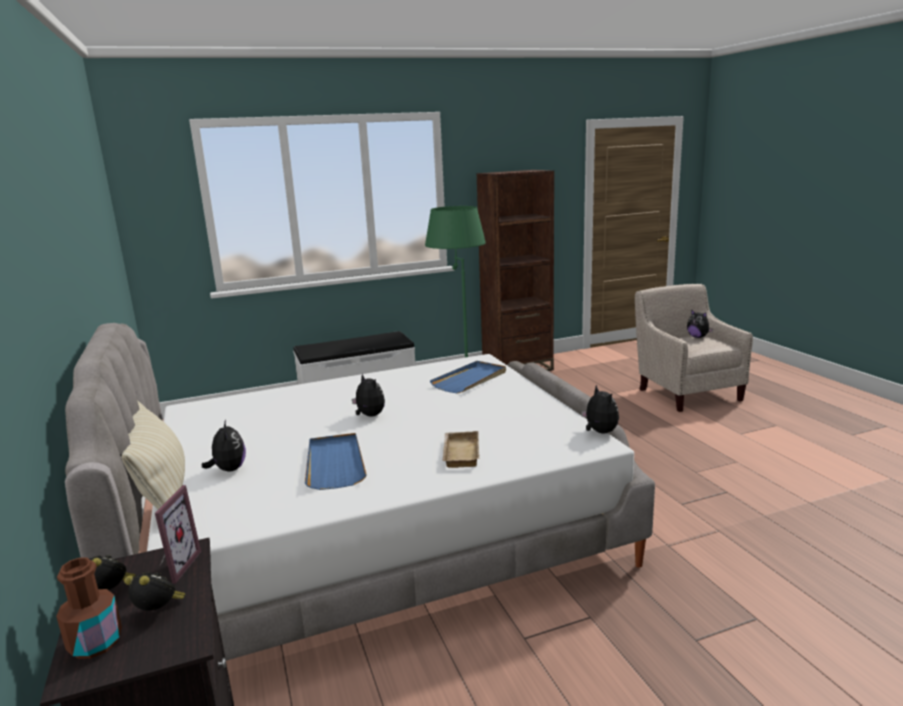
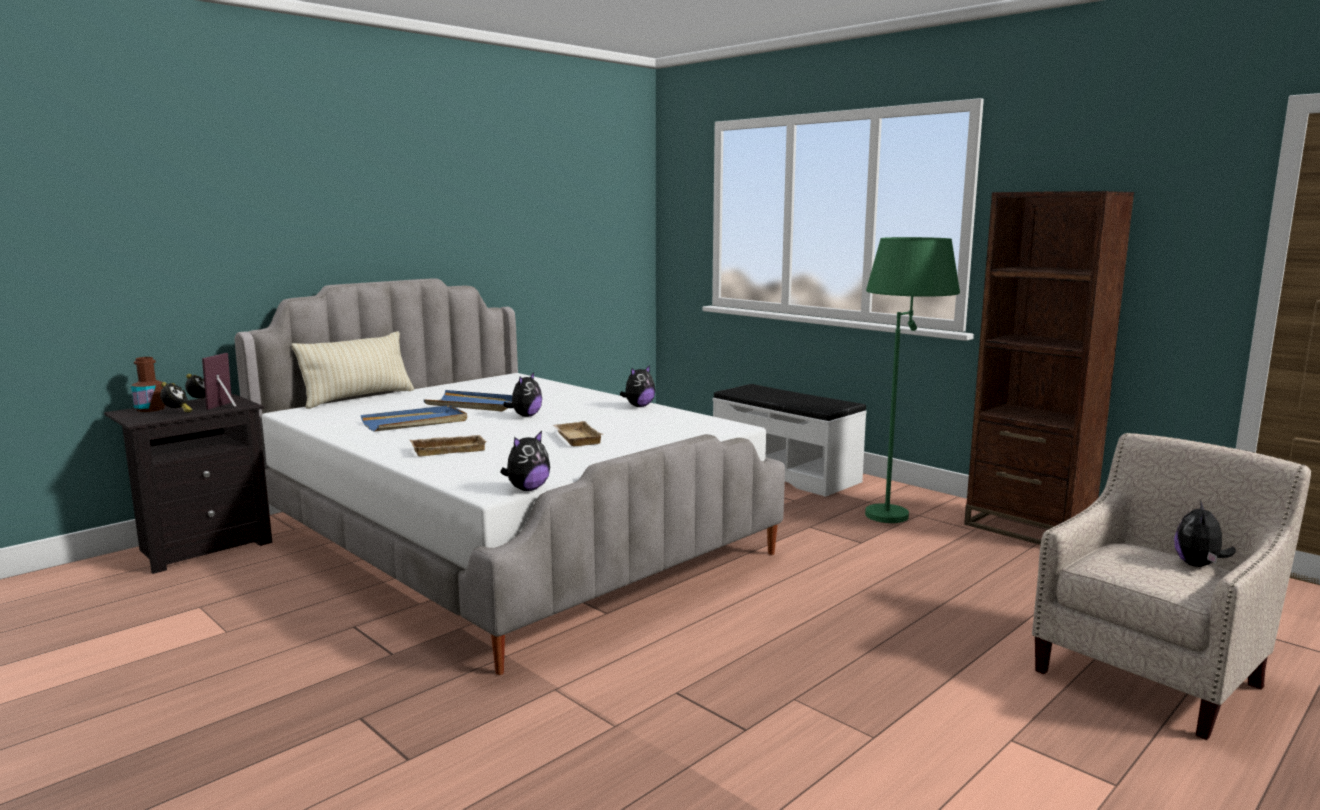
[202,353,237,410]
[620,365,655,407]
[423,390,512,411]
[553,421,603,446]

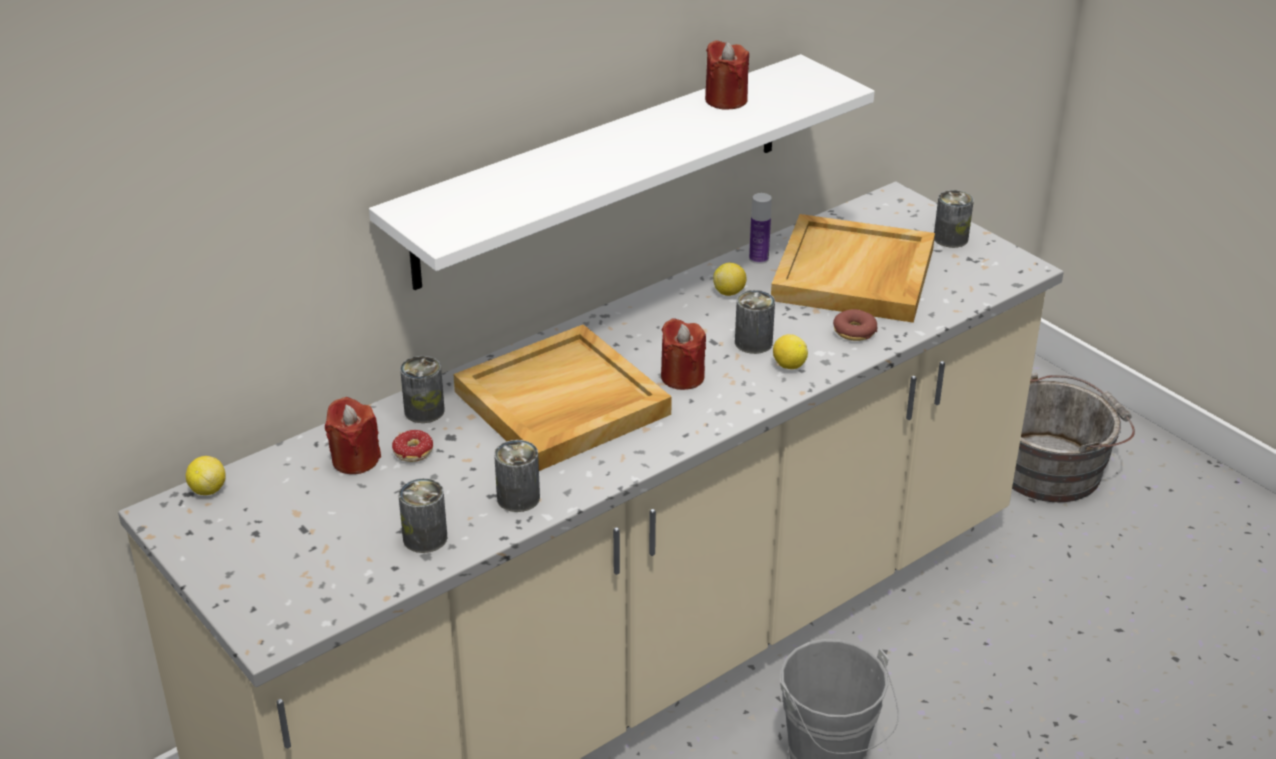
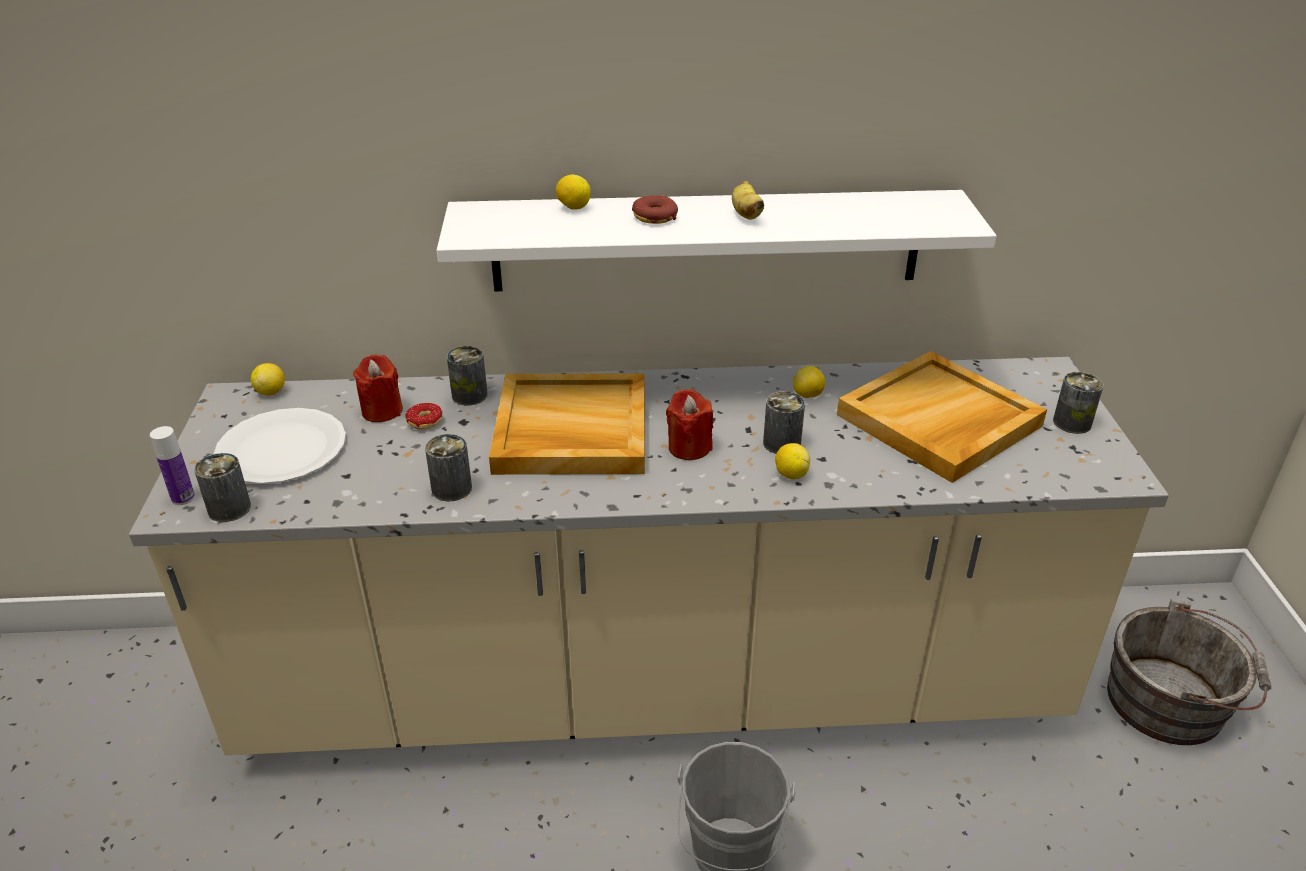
[194,453,251,522]
[705,40,749,110] (first image)
[150,426,195,505]
[632,195,678,224]
[214,408,346,484]
[556,174,591,209]
[732,181,764,220]

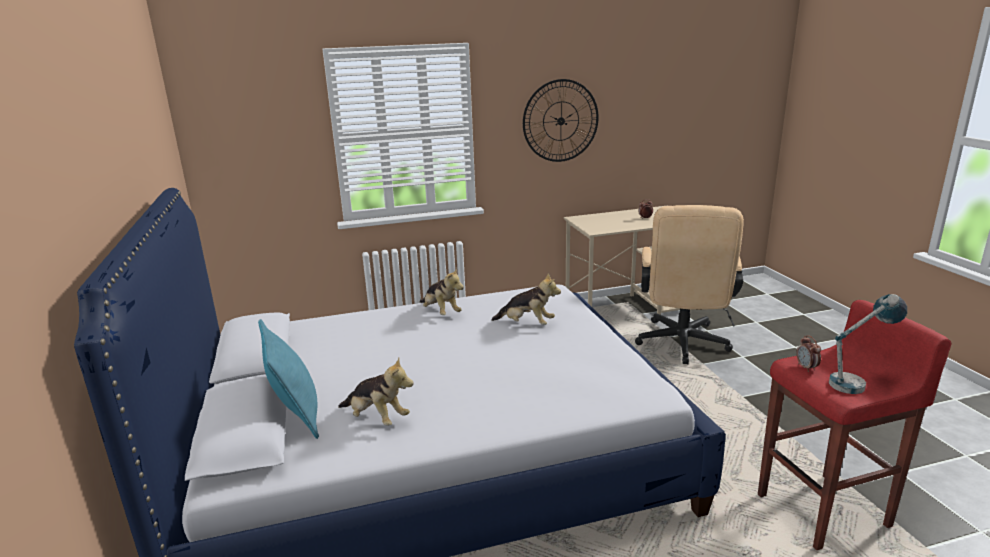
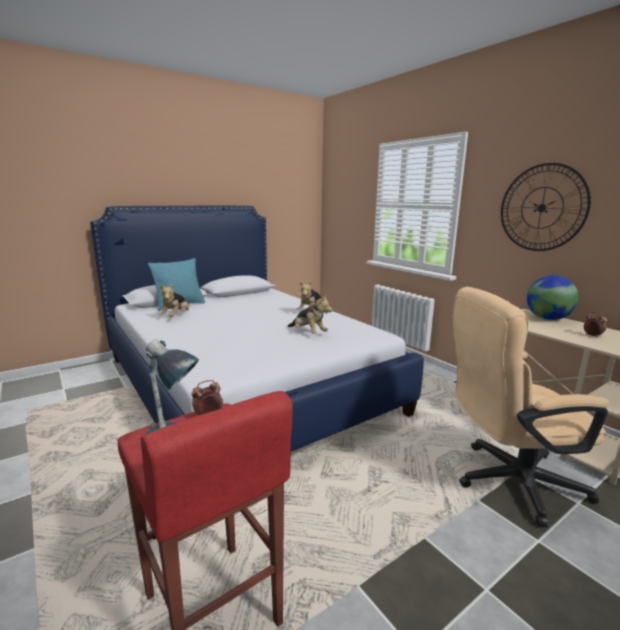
[288,295,332,334]
[527,276,579,320]

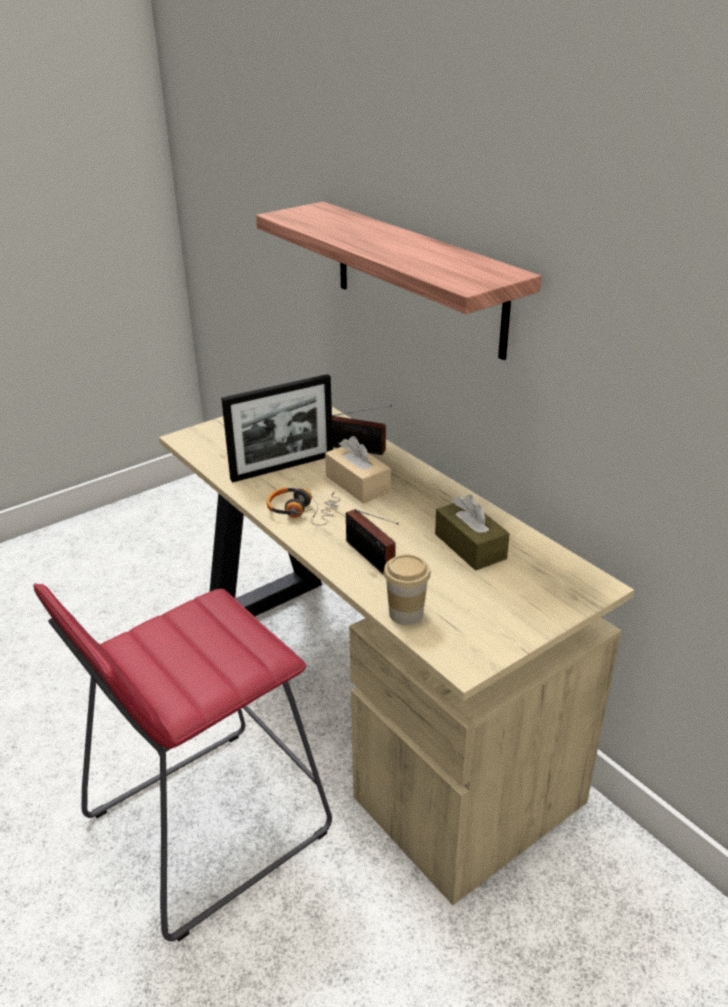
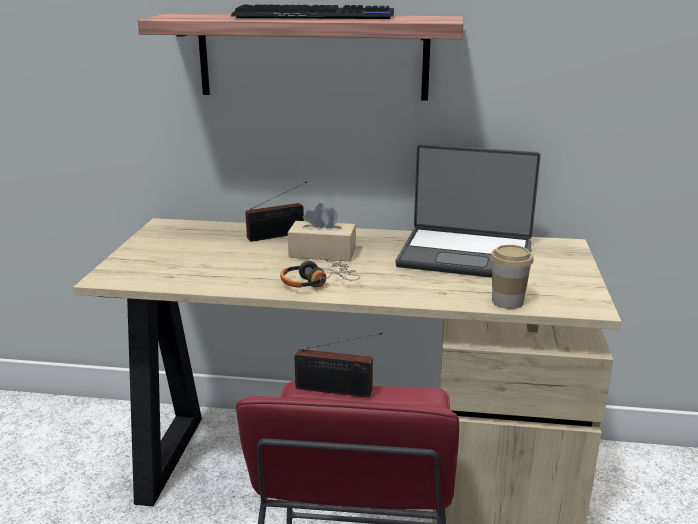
[221,374,333,483] (first image)
[294,333,382,398]
[396,144,541,278]
[231,4,394,19]

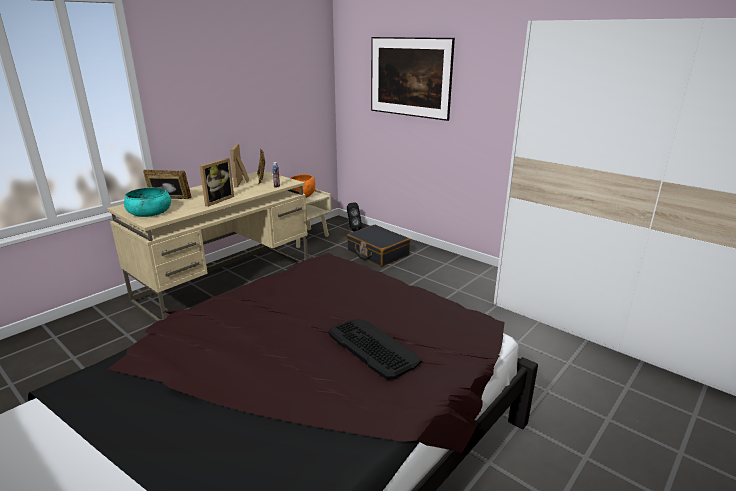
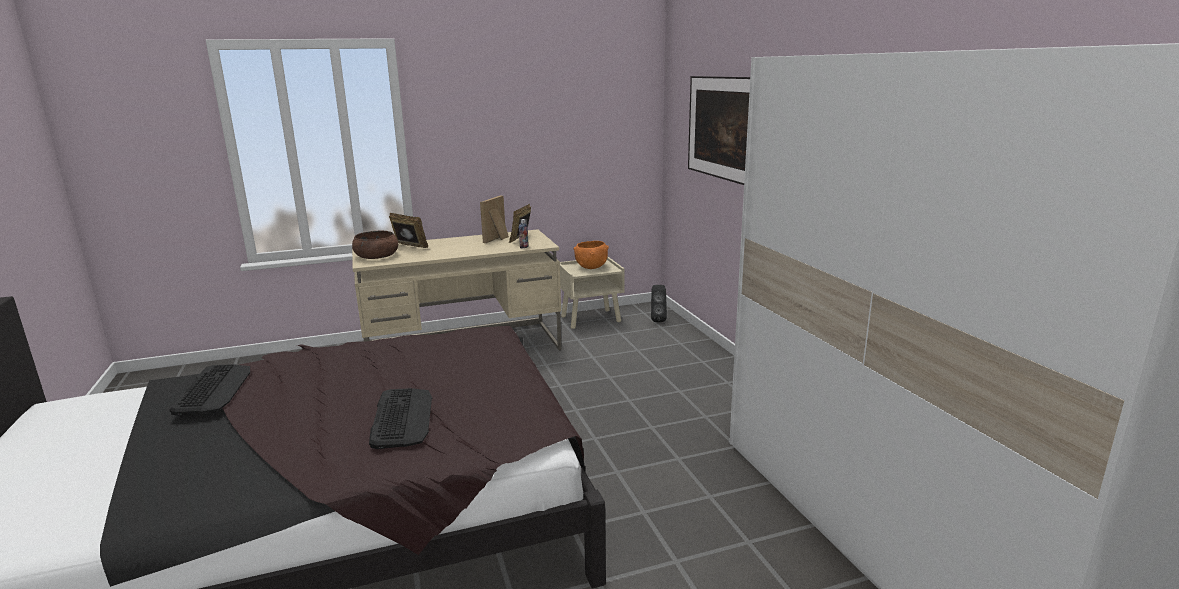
[352,231,398,259]
[199,158,234,207] (first image)
[347,225,410,267] (first image)
[169,364,250,416]

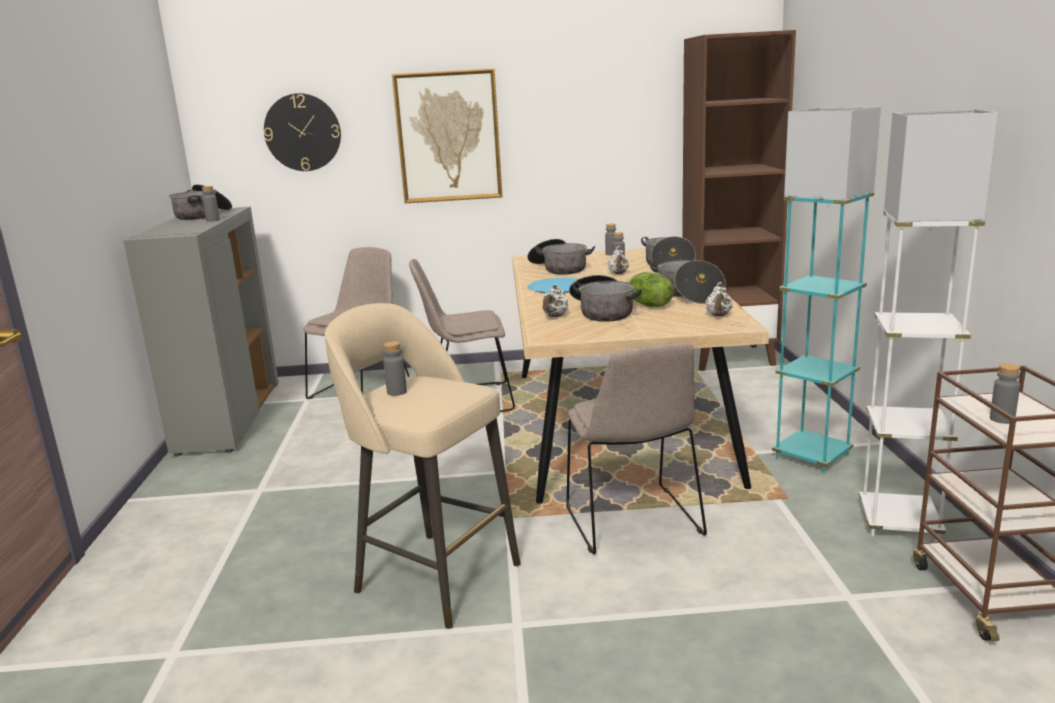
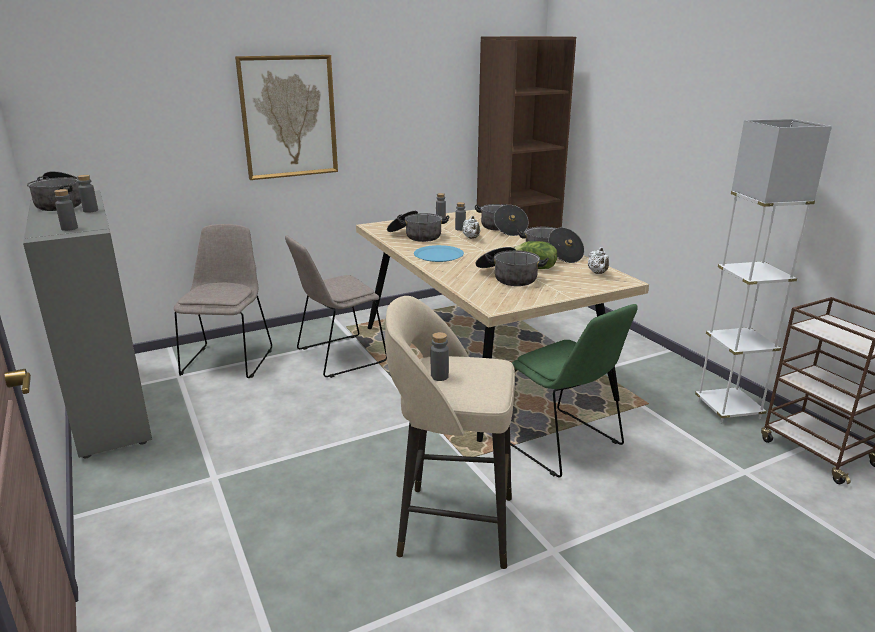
[264,93,341,171] (first image)
[542,284,568,317] (first image)
[510,304,638,478]
[772,106,881,473] (first image)
[54,189,78,231]

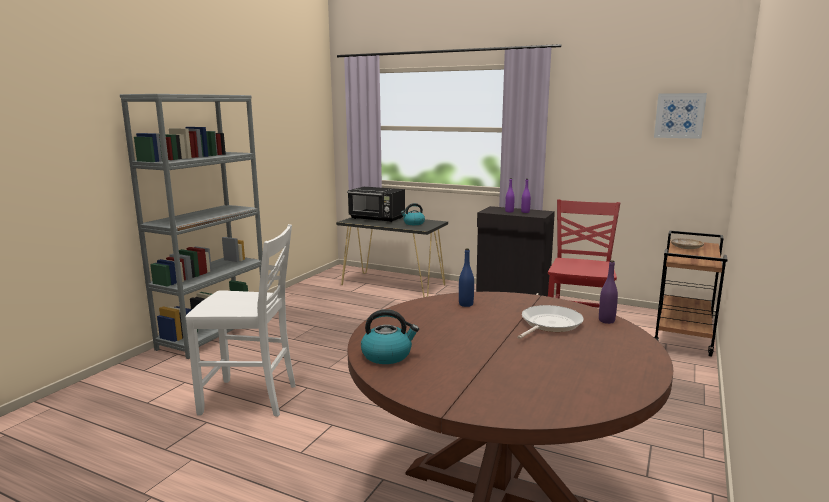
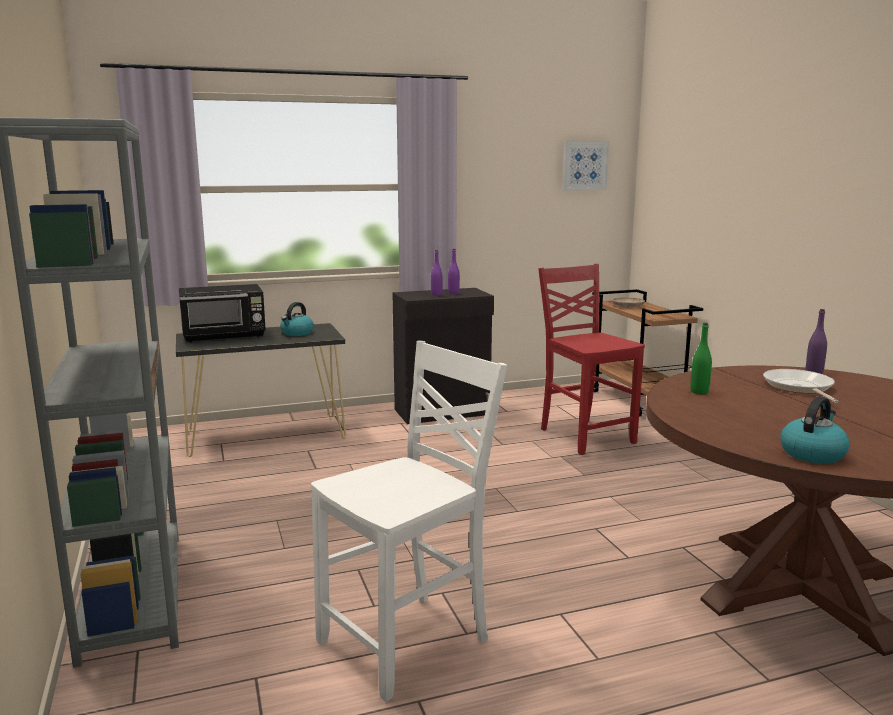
[690,323,712,394]

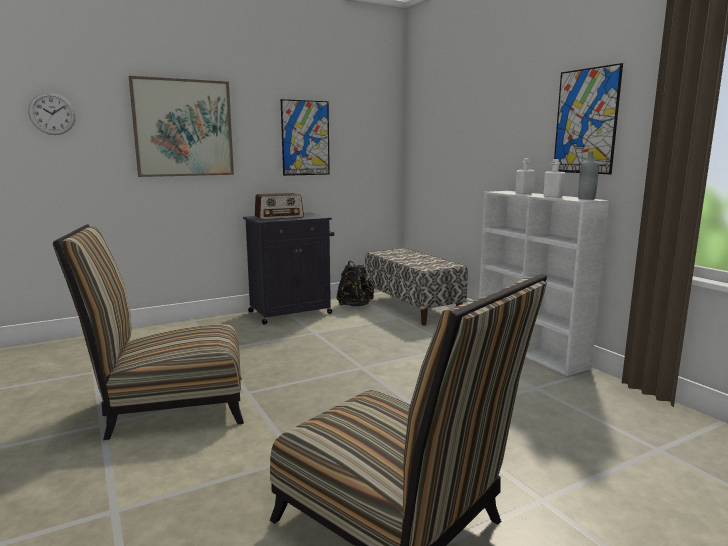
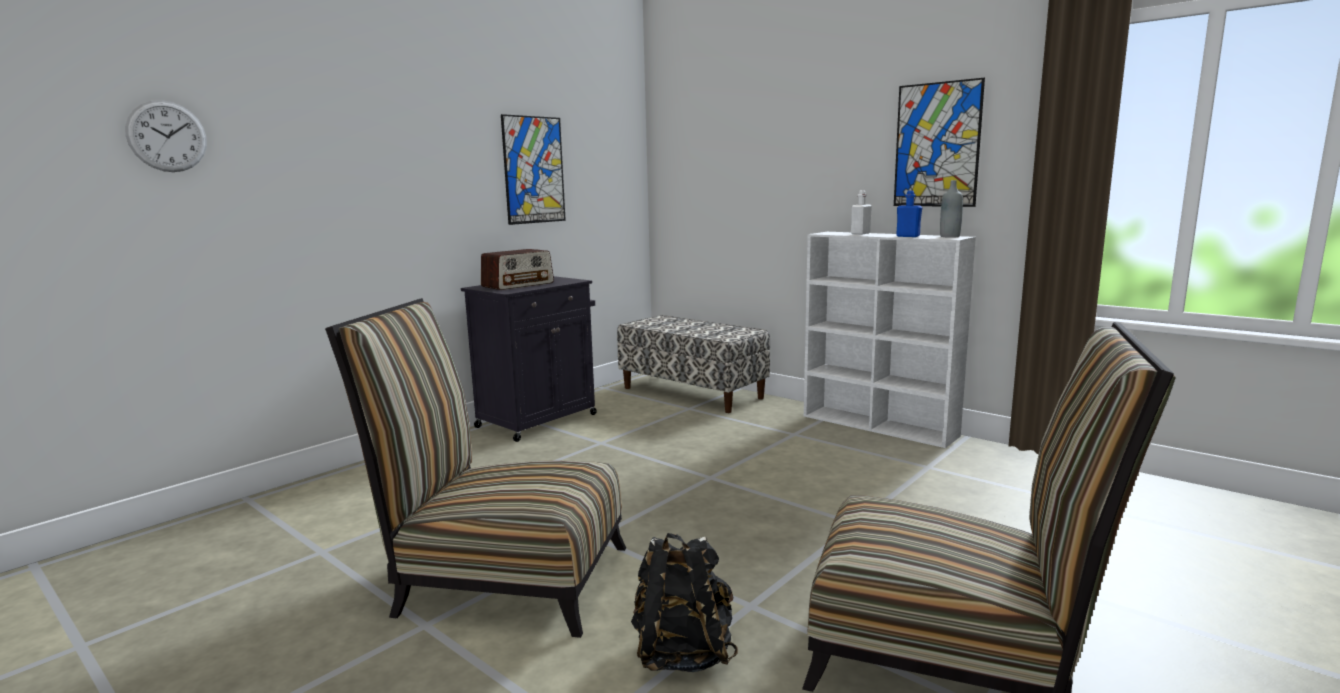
[325,298,626,638]
[129,76,234,177] (first image)
[631,533,738,672]
[896,190,922,237]

